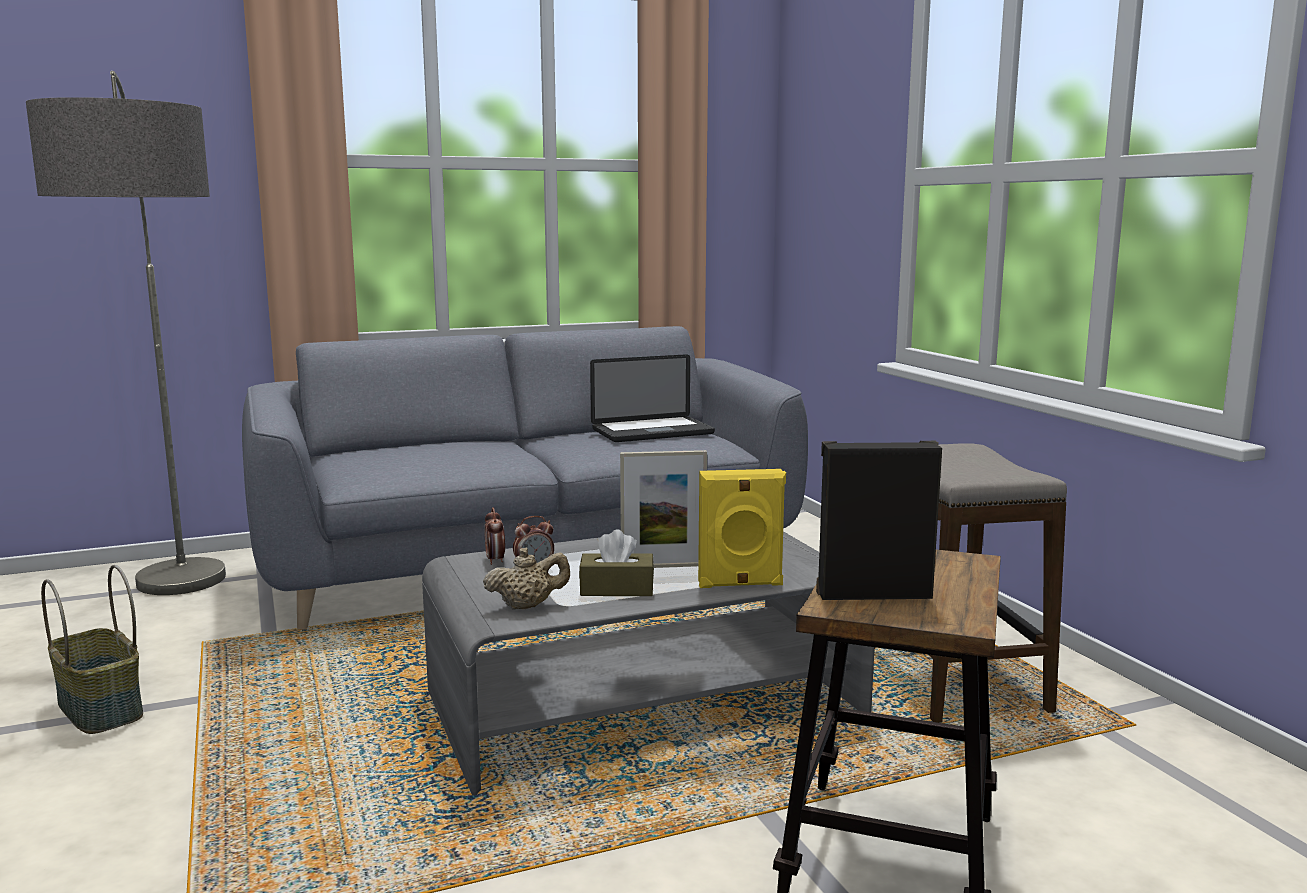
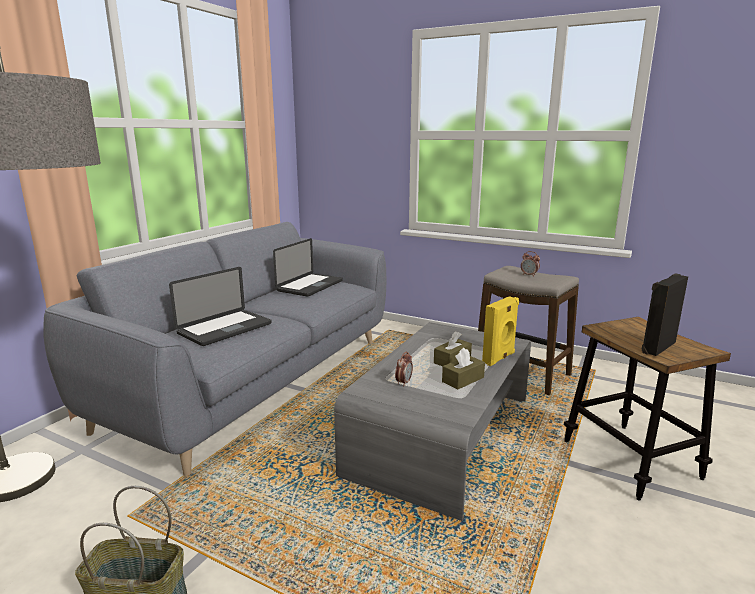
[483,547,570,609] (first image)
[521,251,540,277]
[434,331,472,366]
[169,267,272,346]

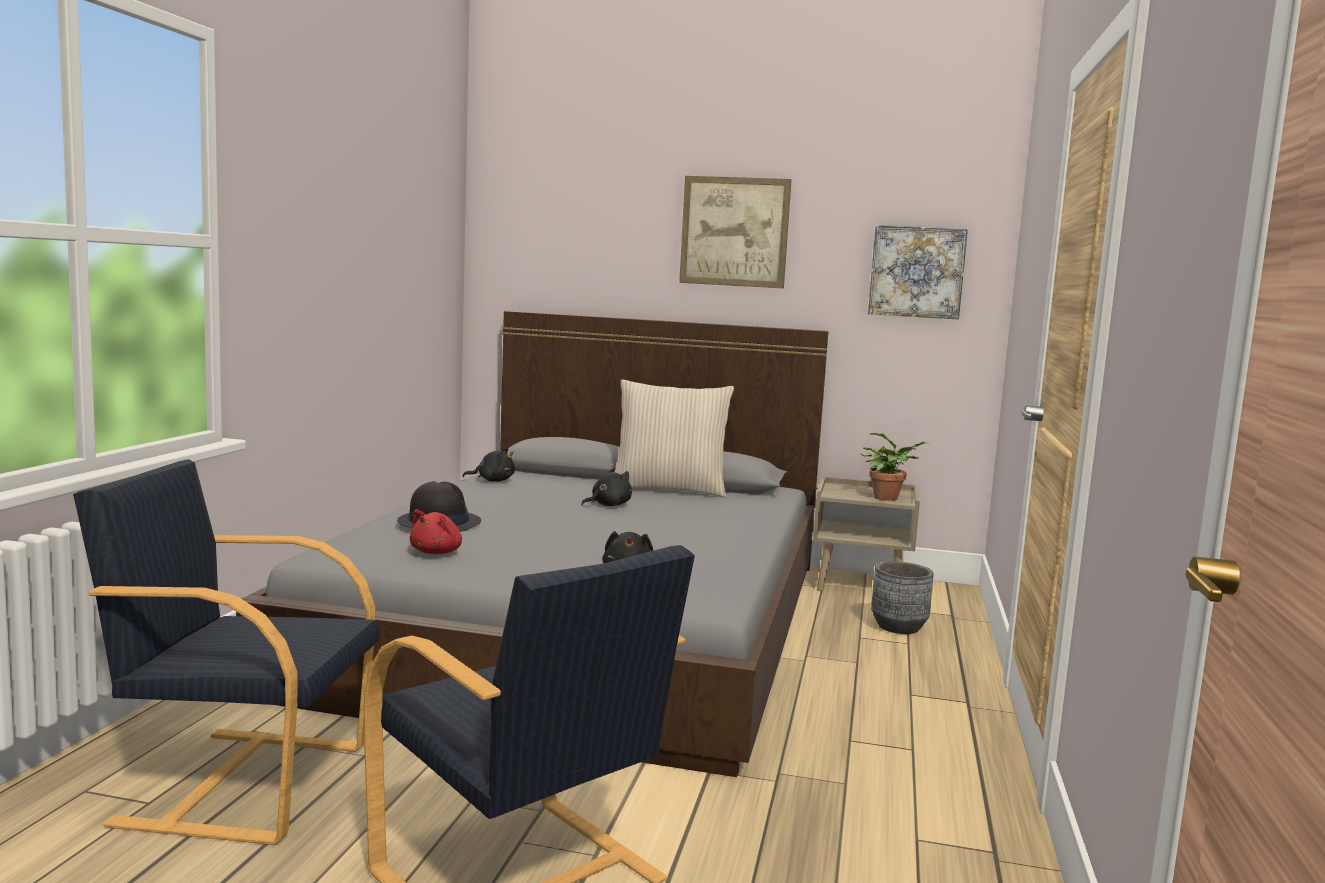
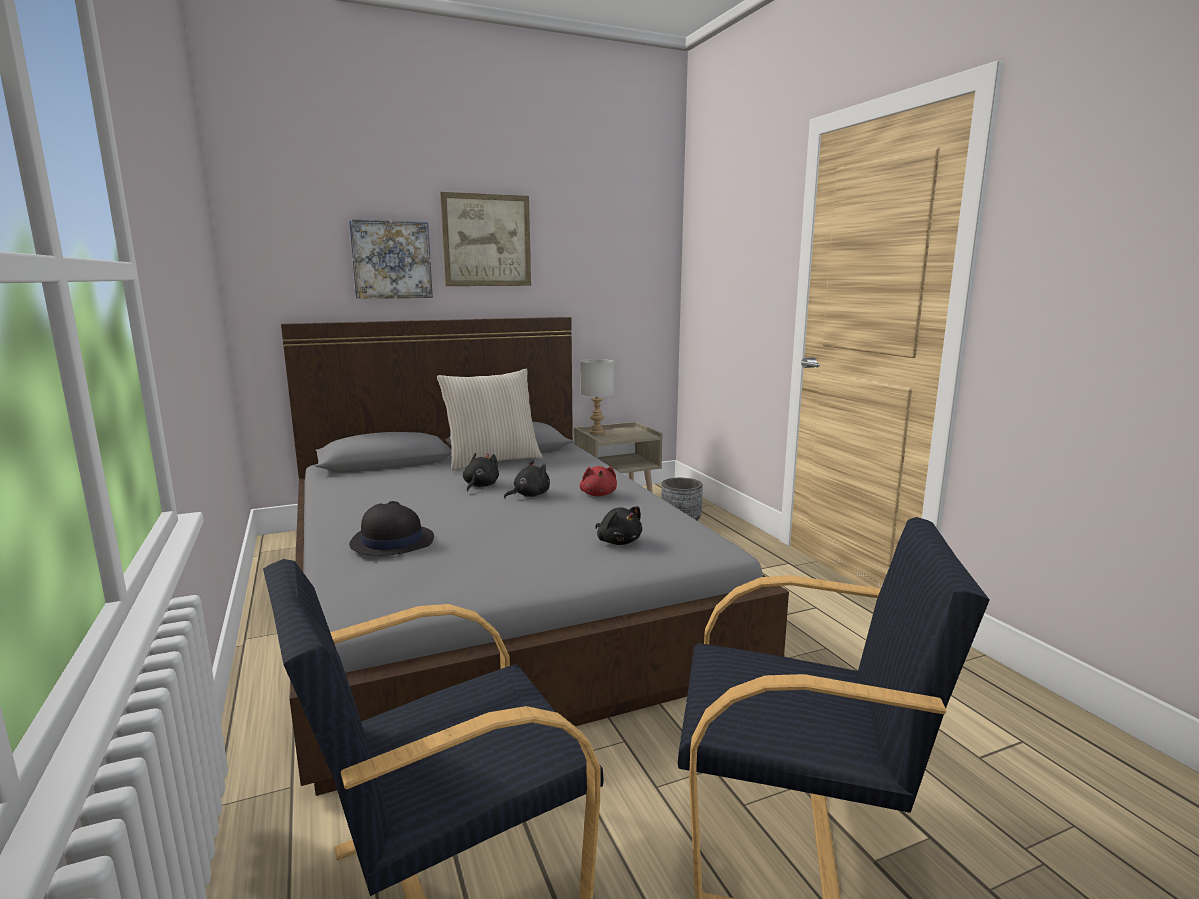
[580,466,617,496]
[504,461,550,499]
[860,433,930,501] (first image)
[349,219,433,299]
[580,359,614,434]

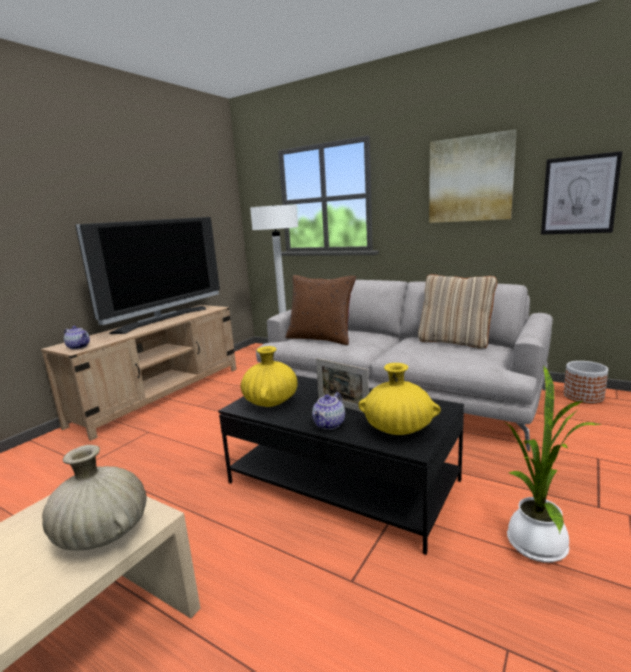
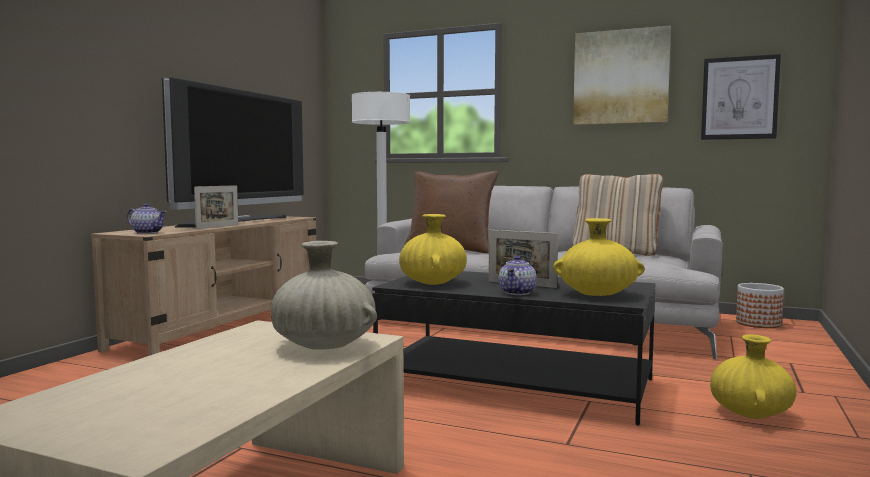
[710,334,796,419]
[194,185,238,229]

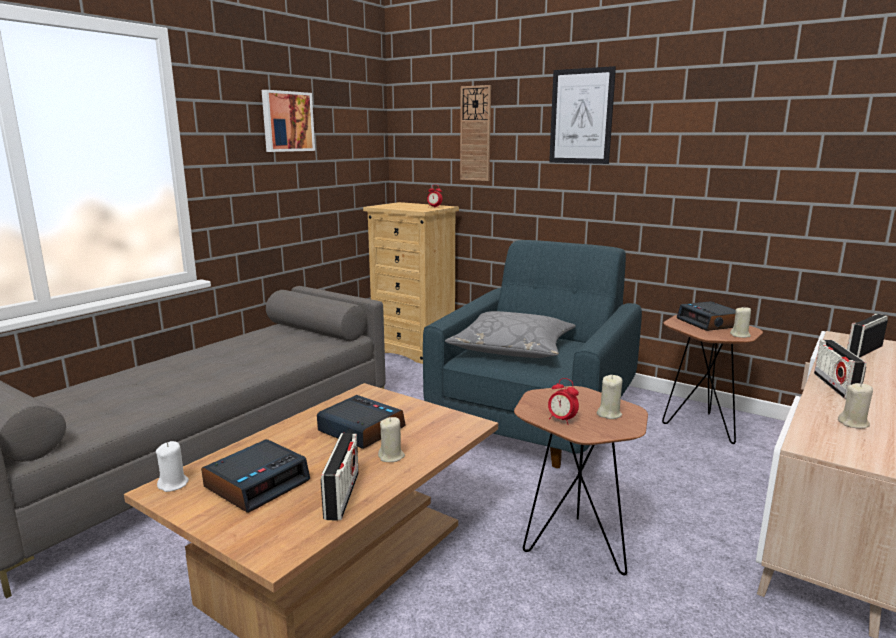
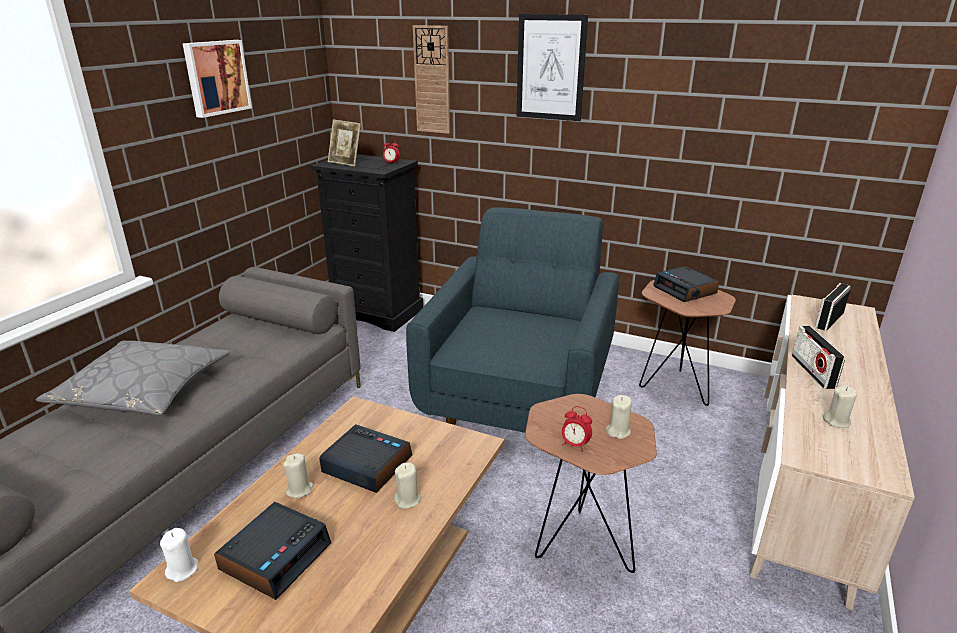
[321,433,359,521] (first image)
[311,154,423,332]
[36,341,231,415]
[283,453,314,498]
[328,120,361,166]

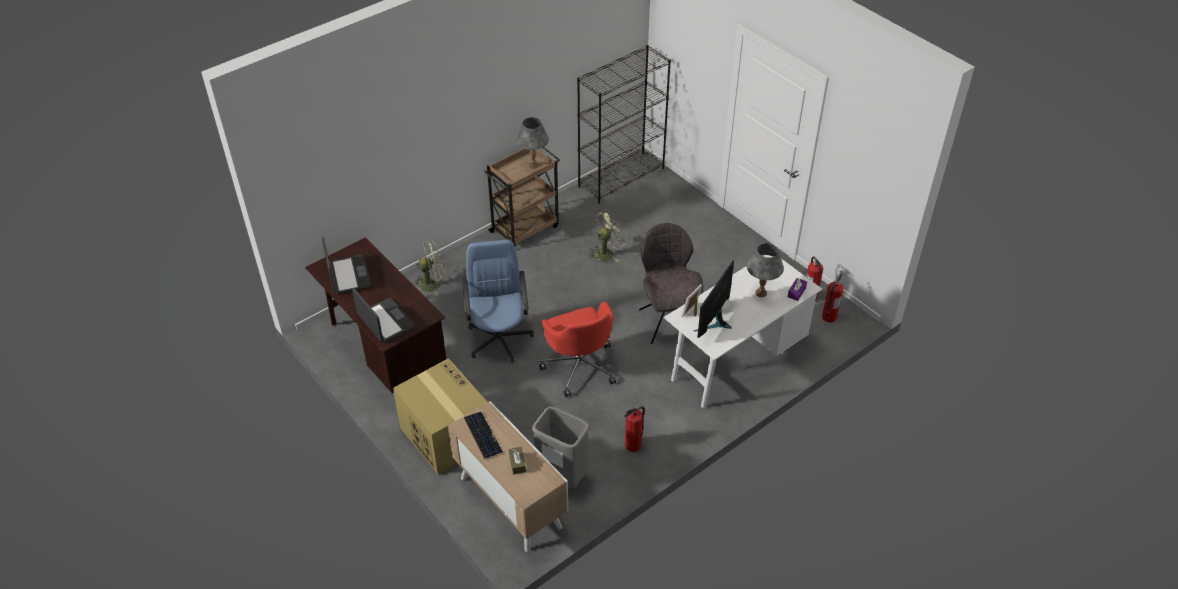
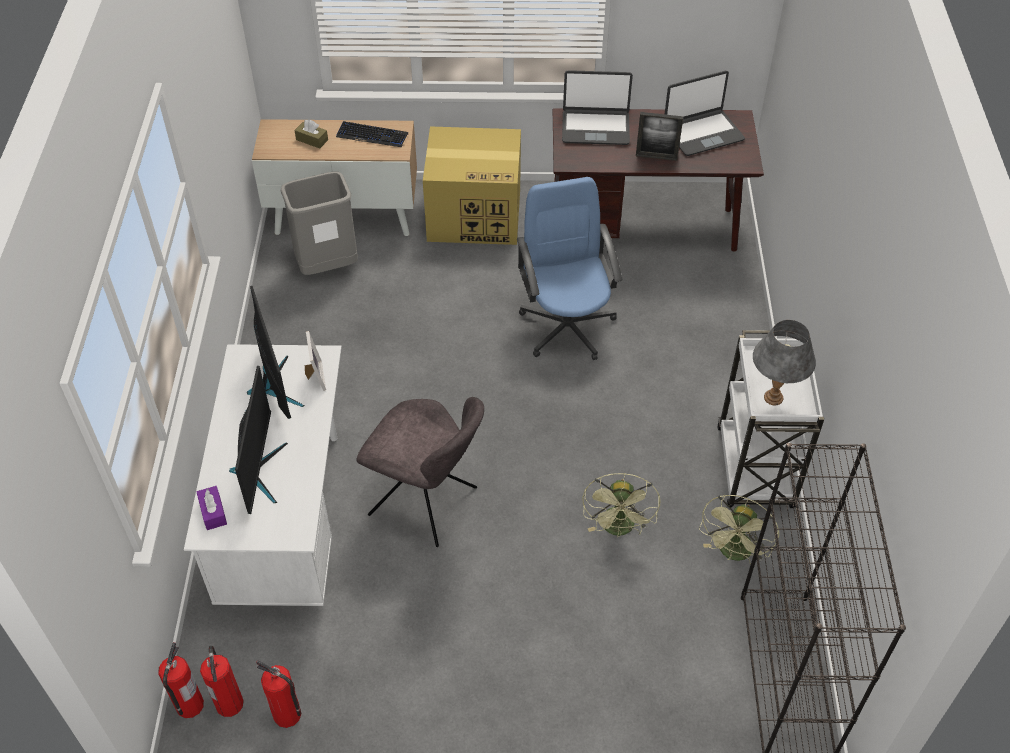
[665,71,745,156]
[699,495,779,564]
[517,177,623,360]
[717,330,824,508]
[539,301,616,397] (first image)
[158,642,204,718]
[229,366,288,514]
[636,112,683,161]

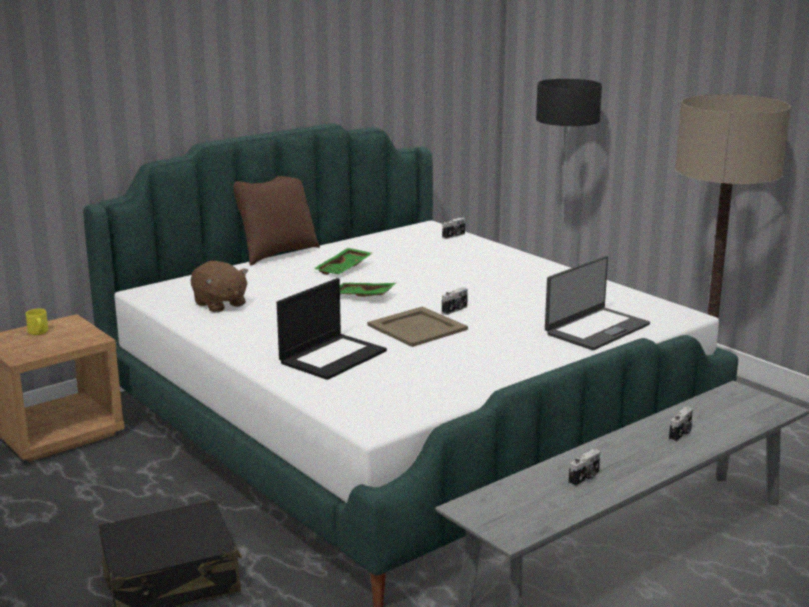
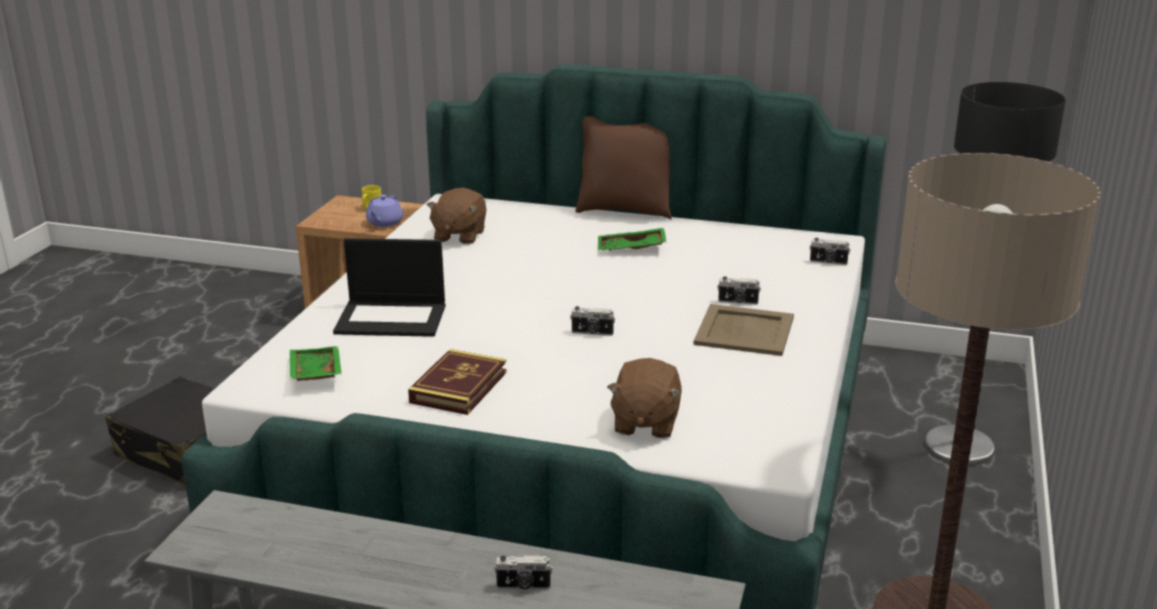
[290,346,342,381]
[694,304,794,356]
[607,358,682,438]
[717,276,761,305]
[366,195,403,227]
[408,349,507,415]

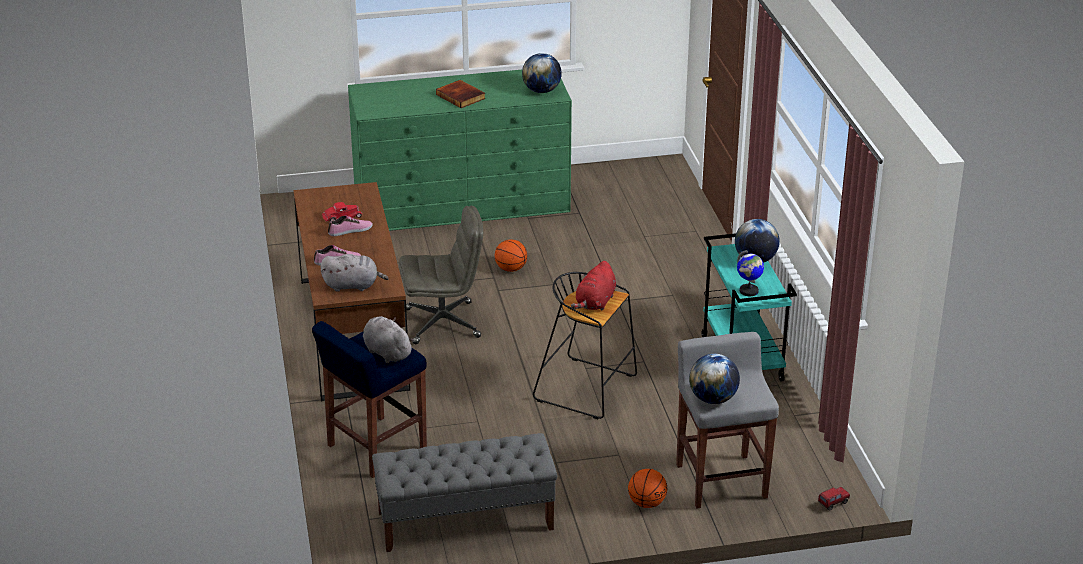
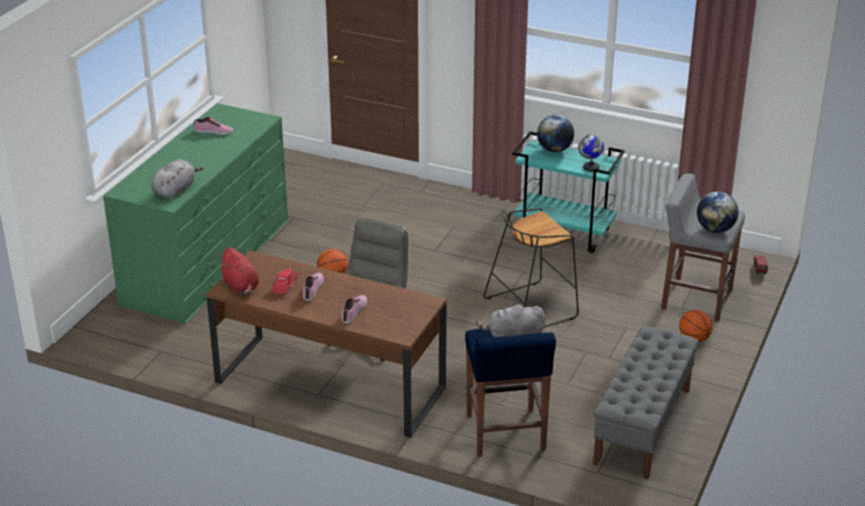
[151,159,203,199]
[436,80,486,108] (first image)
[522,53,562,93] (first image)
[218,247,259,295]
[194,117,233,135]

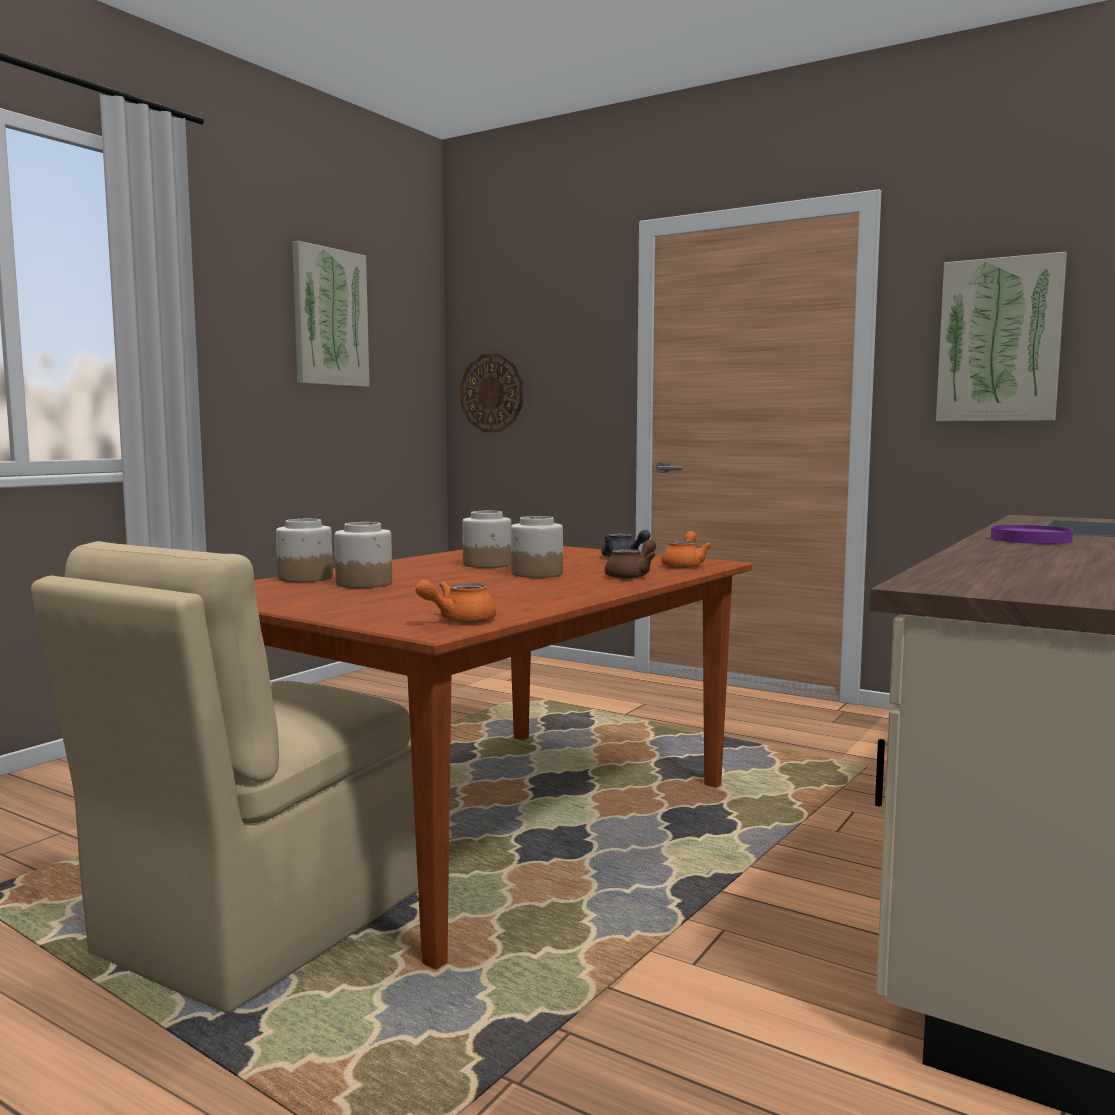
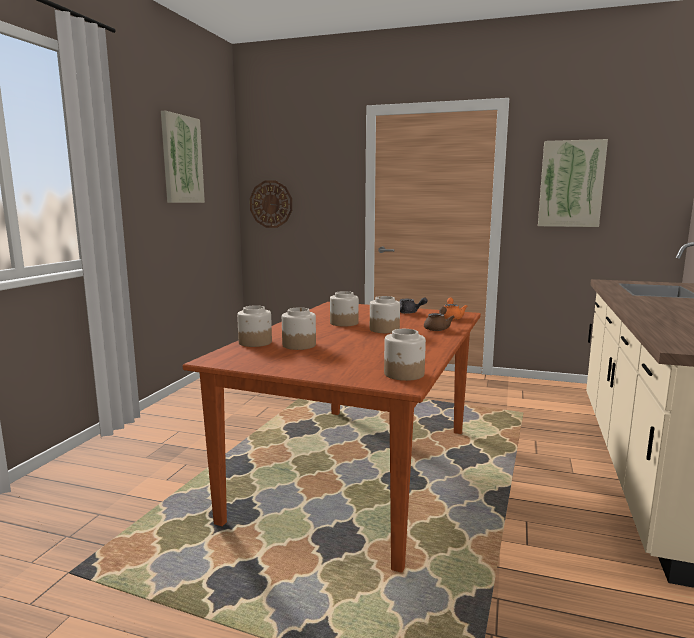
[31,541,418,1013] (first image)
[384,329,426,381]
[991,525,1073,544] (first image)

